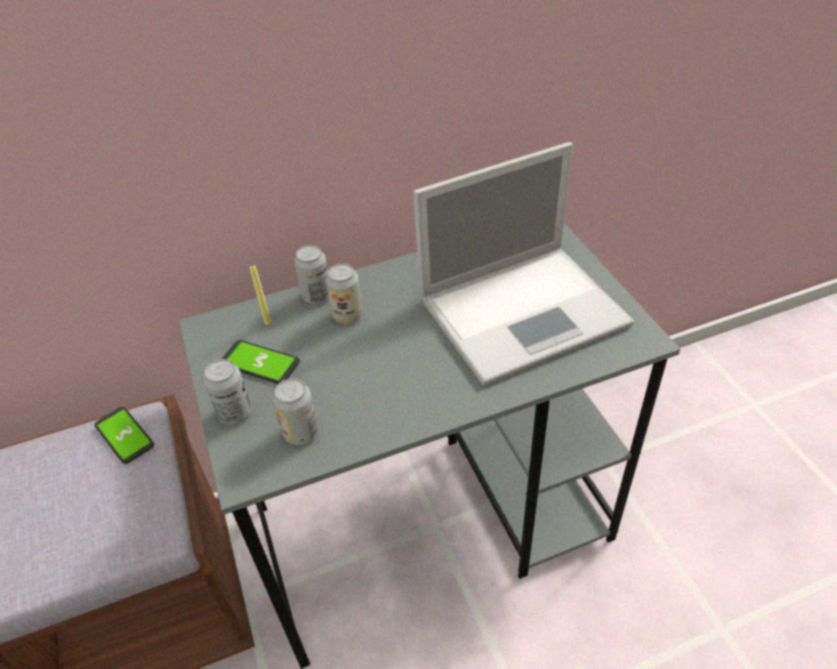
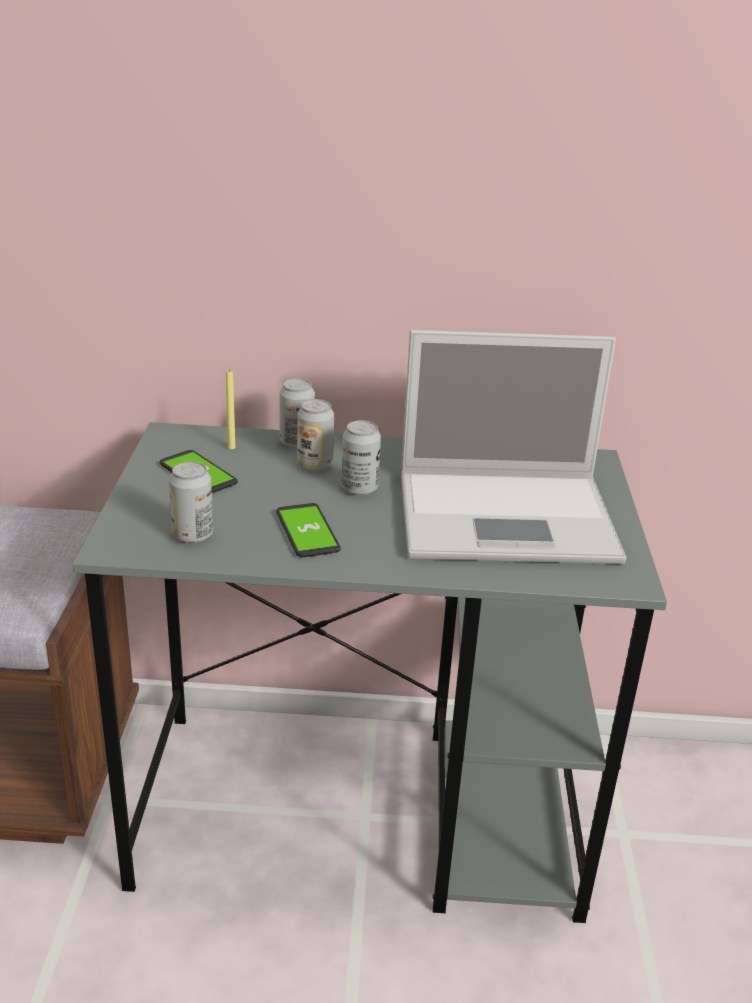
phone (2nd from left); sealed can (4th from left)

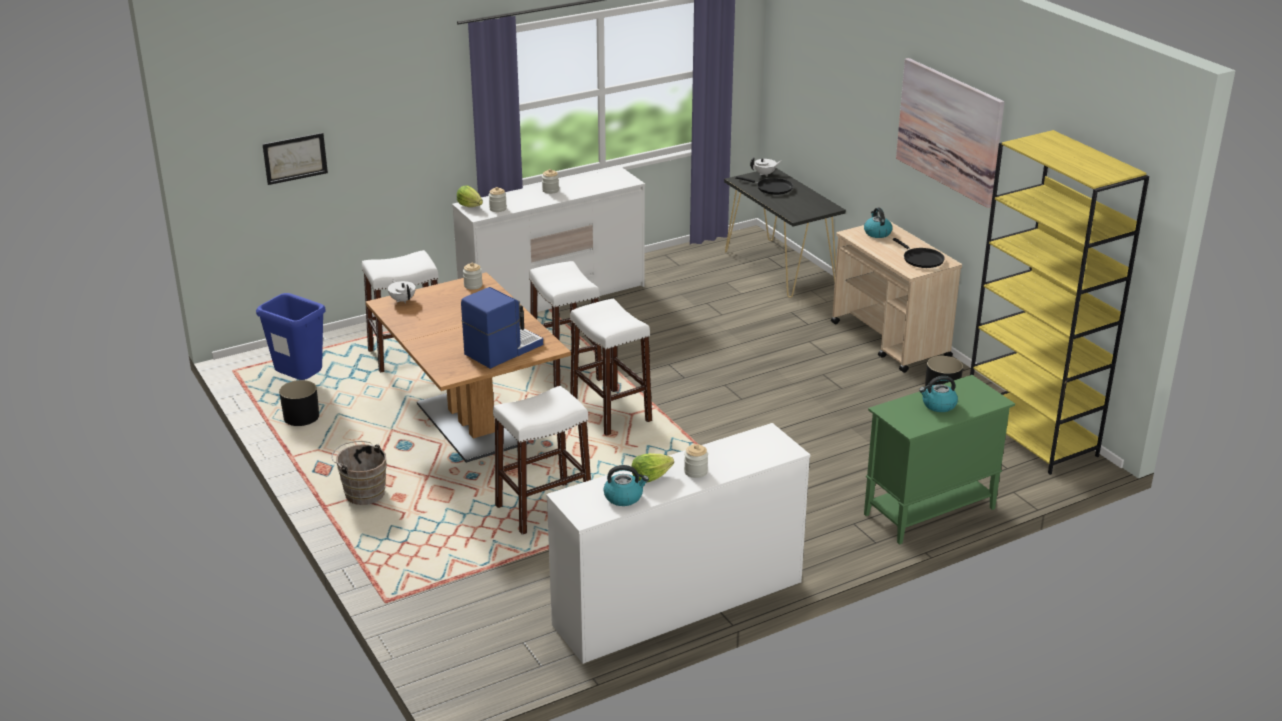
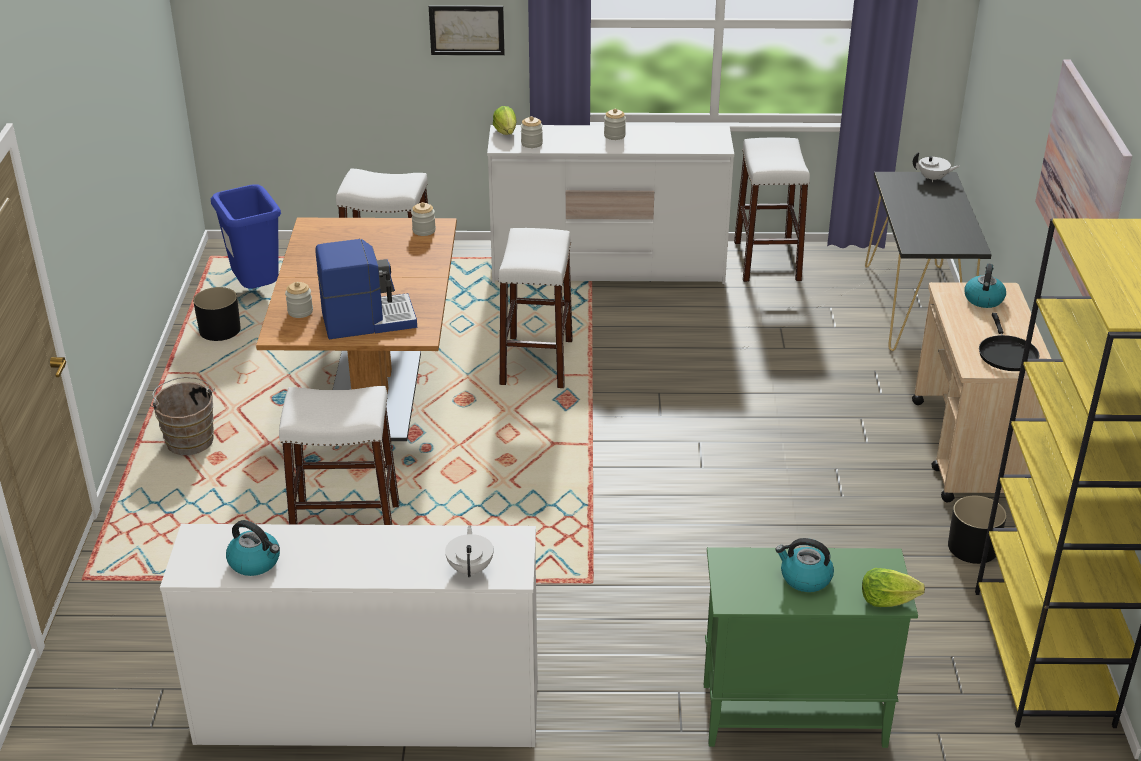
wall picture (1st from left); white pot for tea (1st from left); white sitting stool (4th from left); head of lettuce (2nd from left); preserve jar (1st from left); black pan (1st from left in the first image)

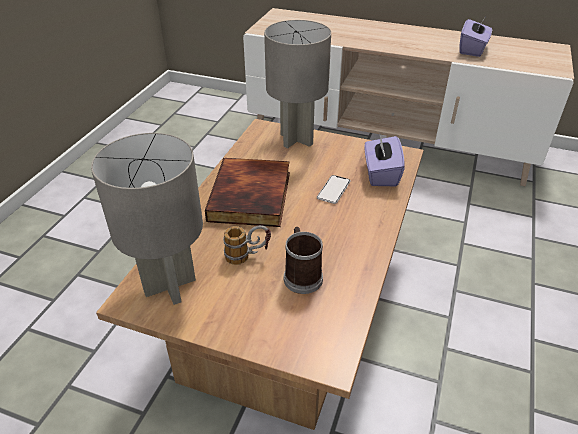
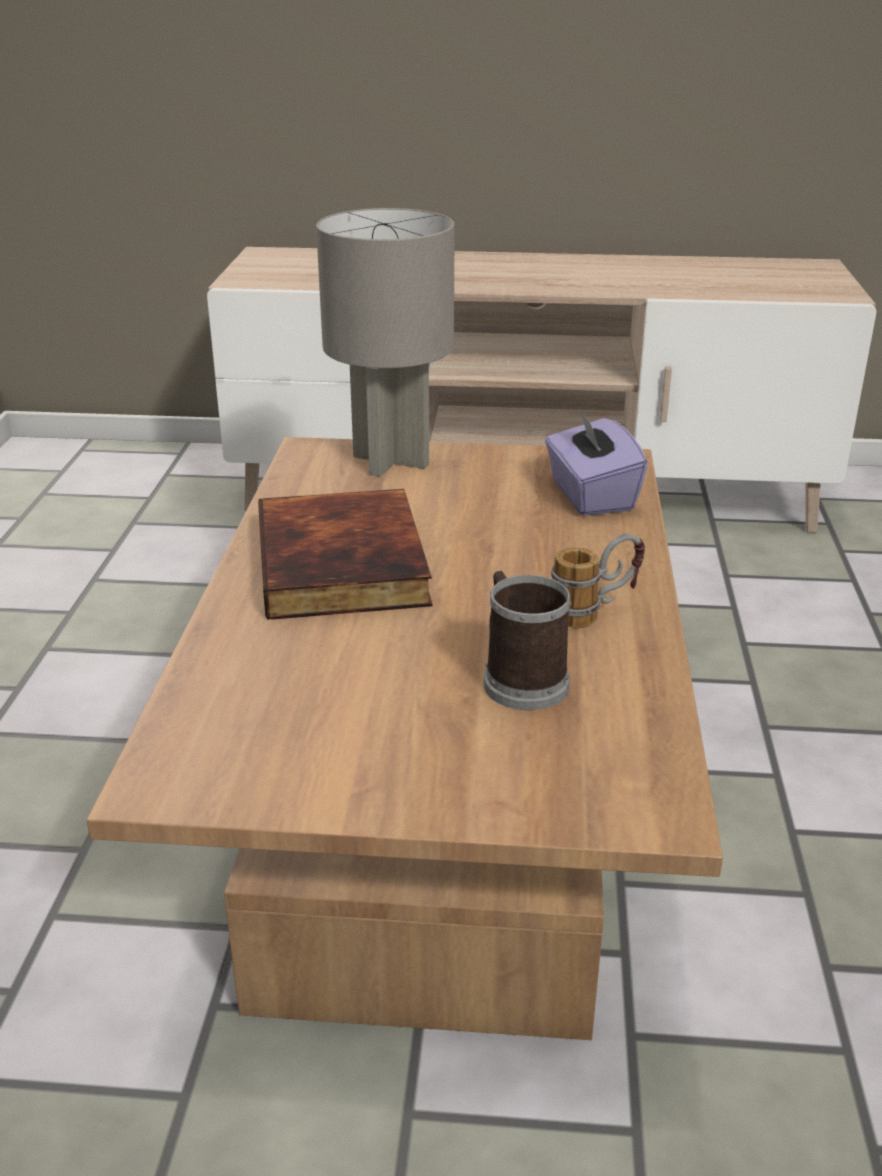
greyish table lamp (1st from left in the first image); mug (2nd from left); phone; purple tissue holder (2nd from left in the first image)

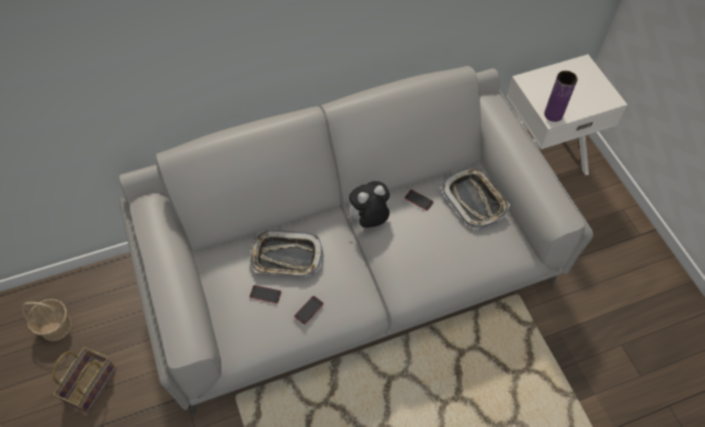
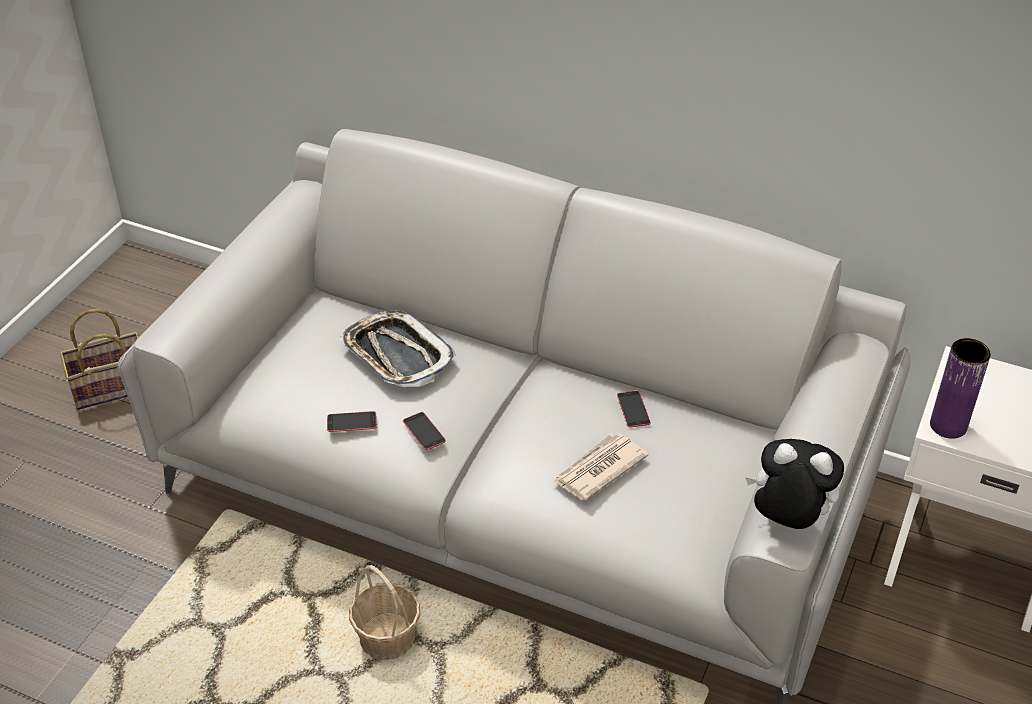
storage basket (2nd from left); phone (2nd from left); plush toy; serving tray (2nd from left in the first image); daily paper

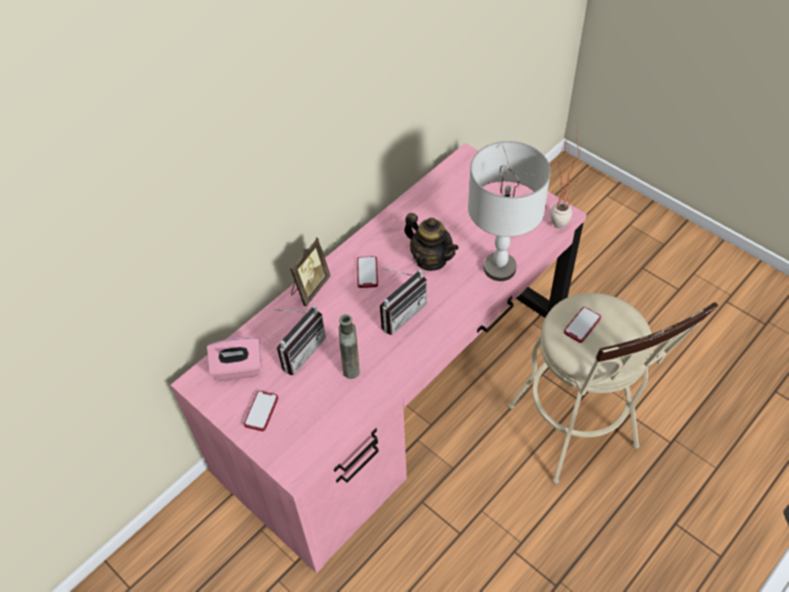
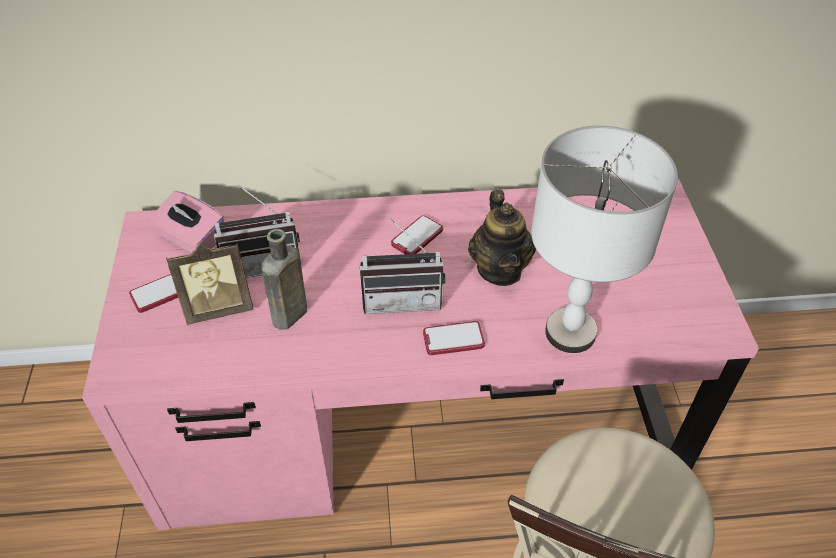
picture frame; houseplant; phone (3rd from left)

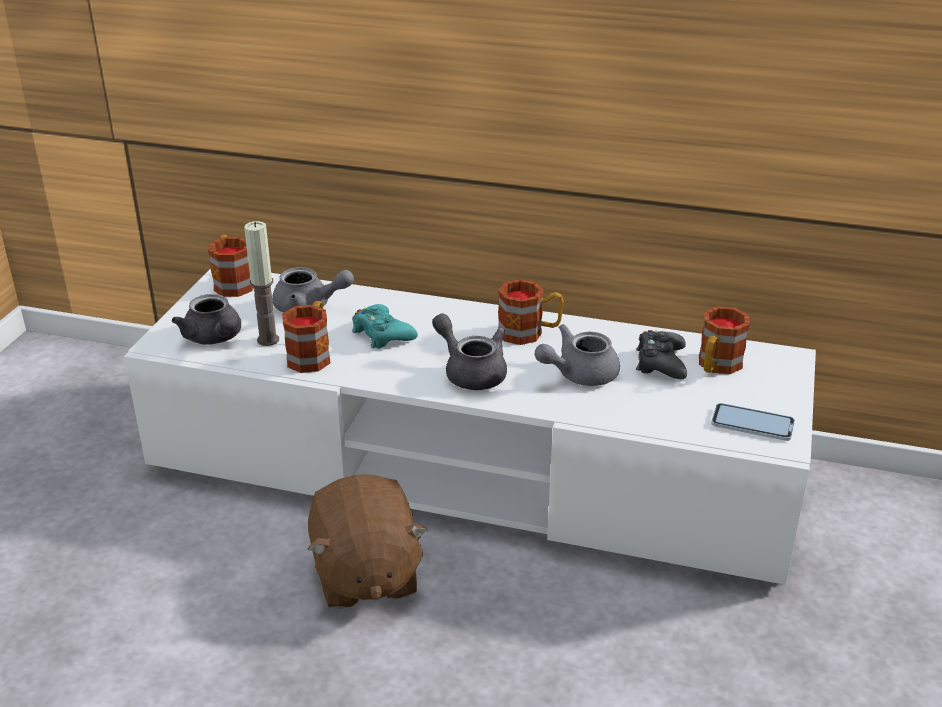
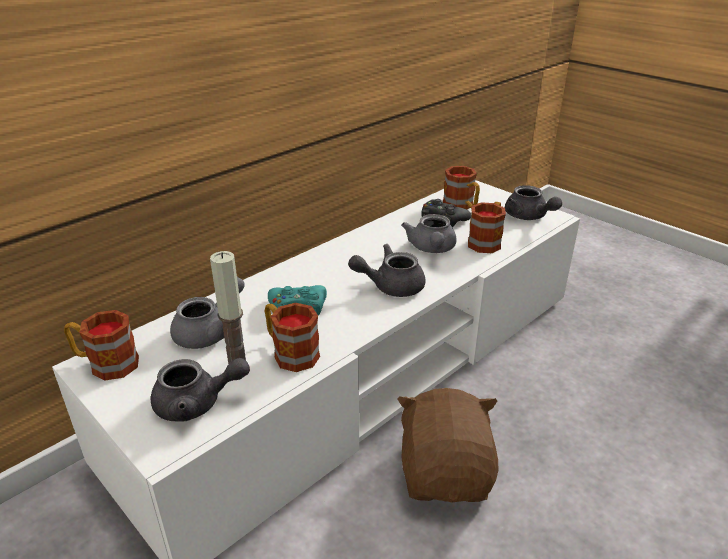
brown-coloured plush toy; mug (4th from left); greyish pot for tea (5th from left)

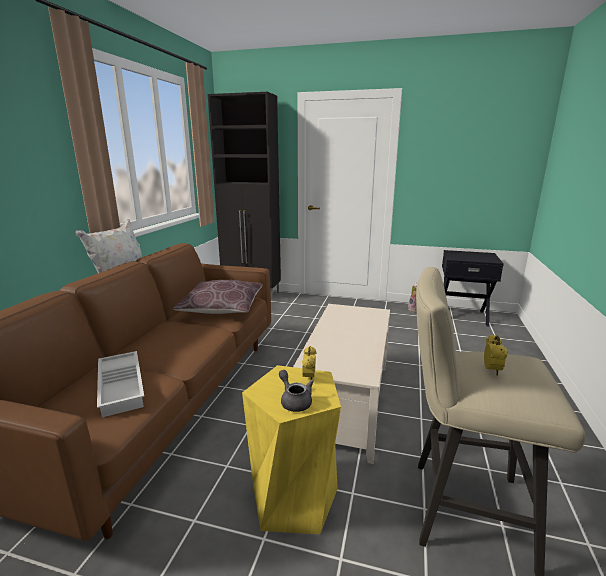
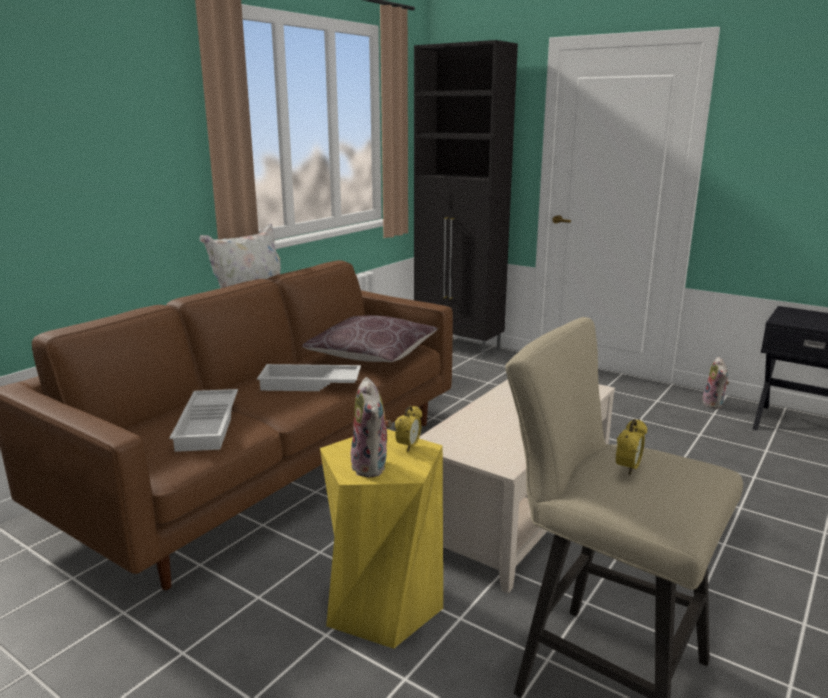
plush toy (1st from left); white serving tray (2nd from left)

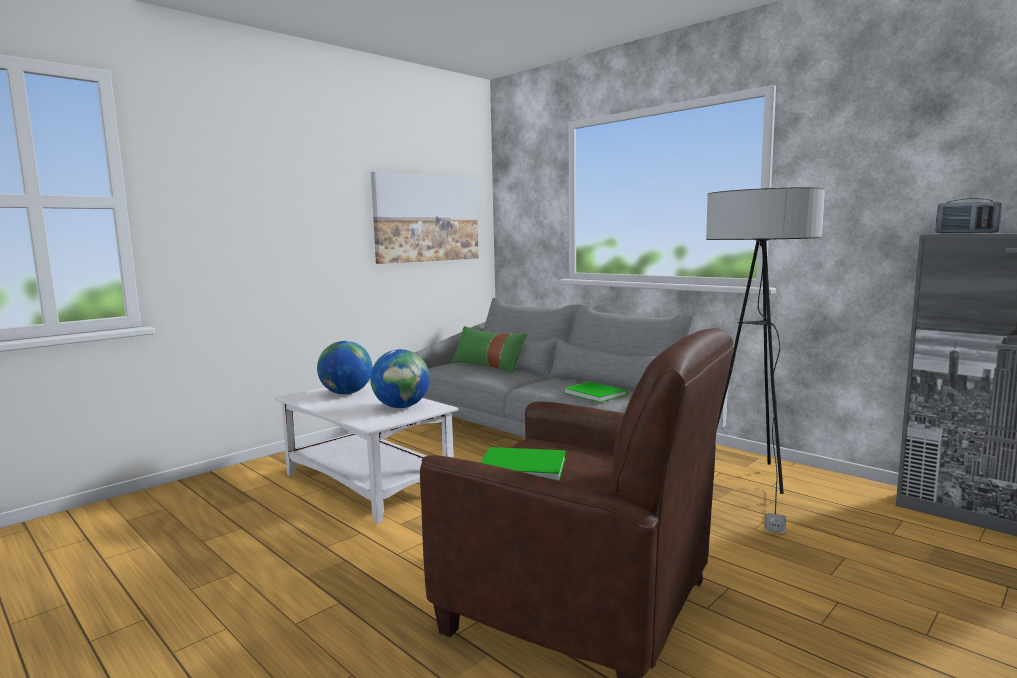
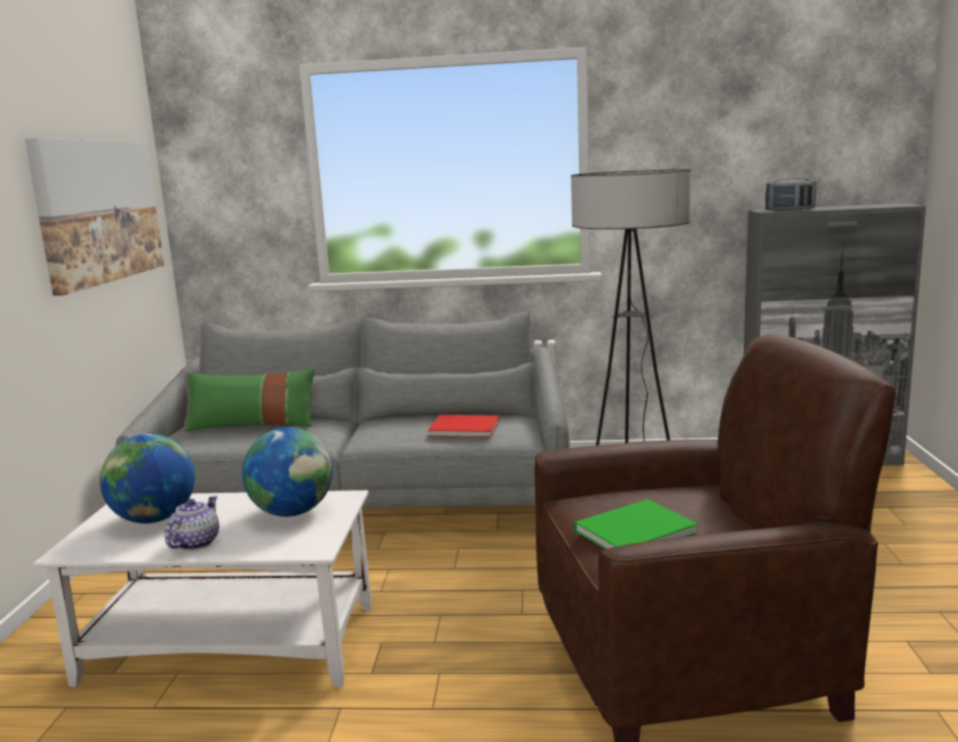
reddish volume; pot for tea

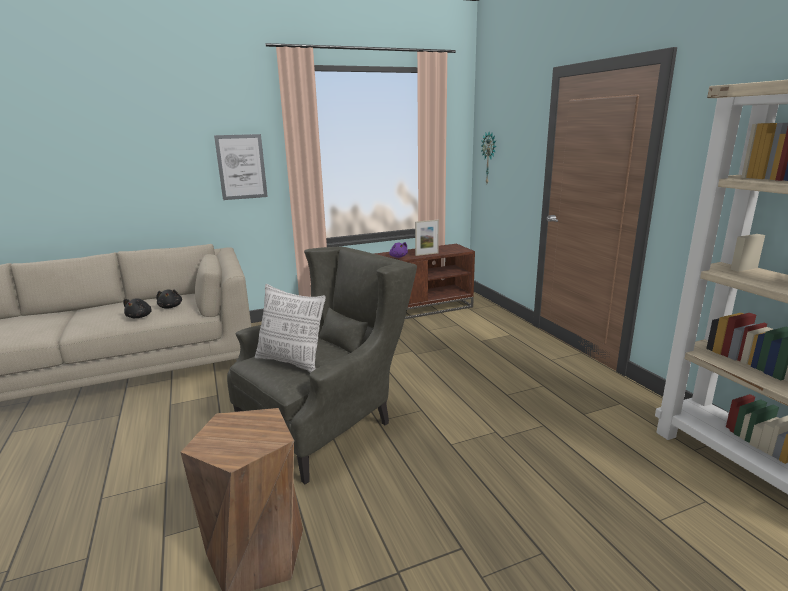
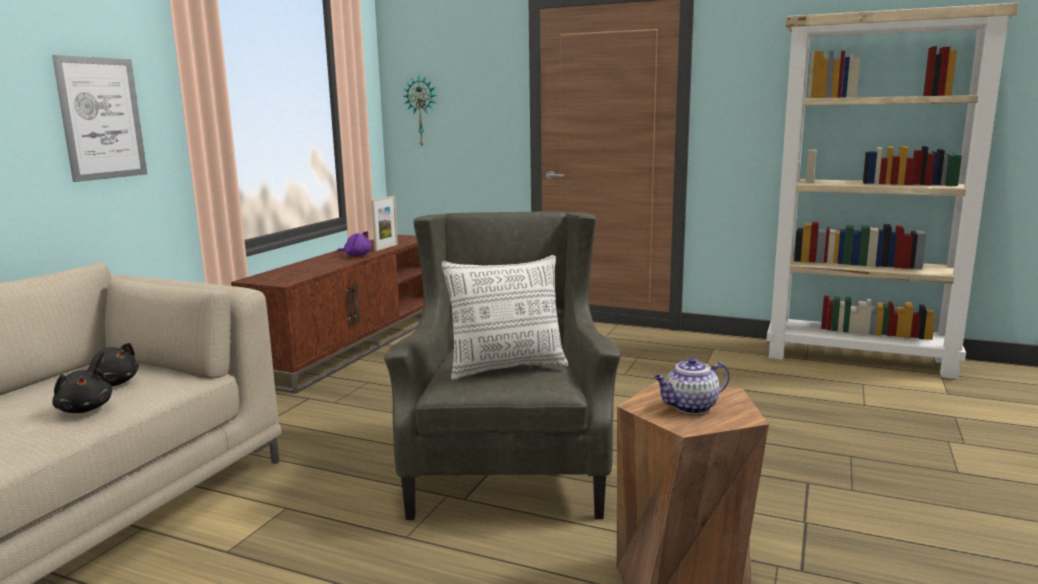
pot for tea

